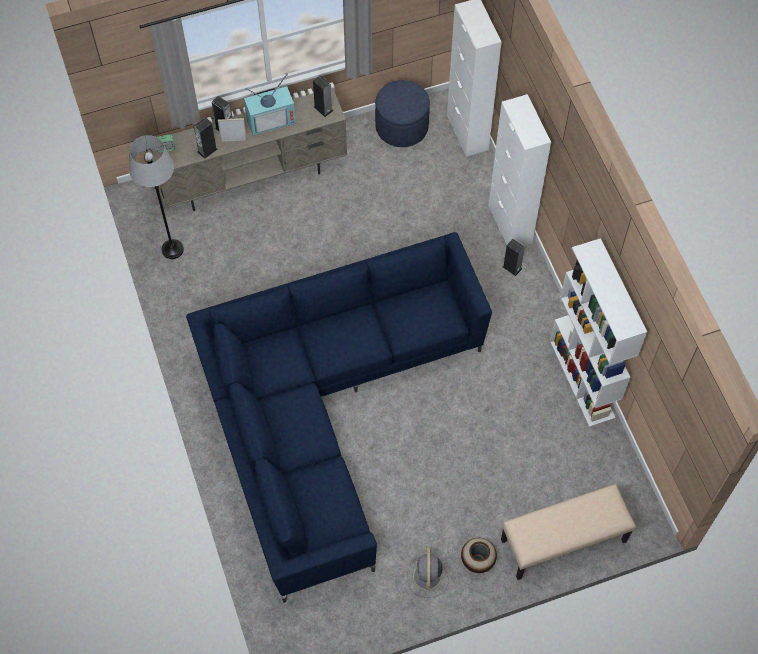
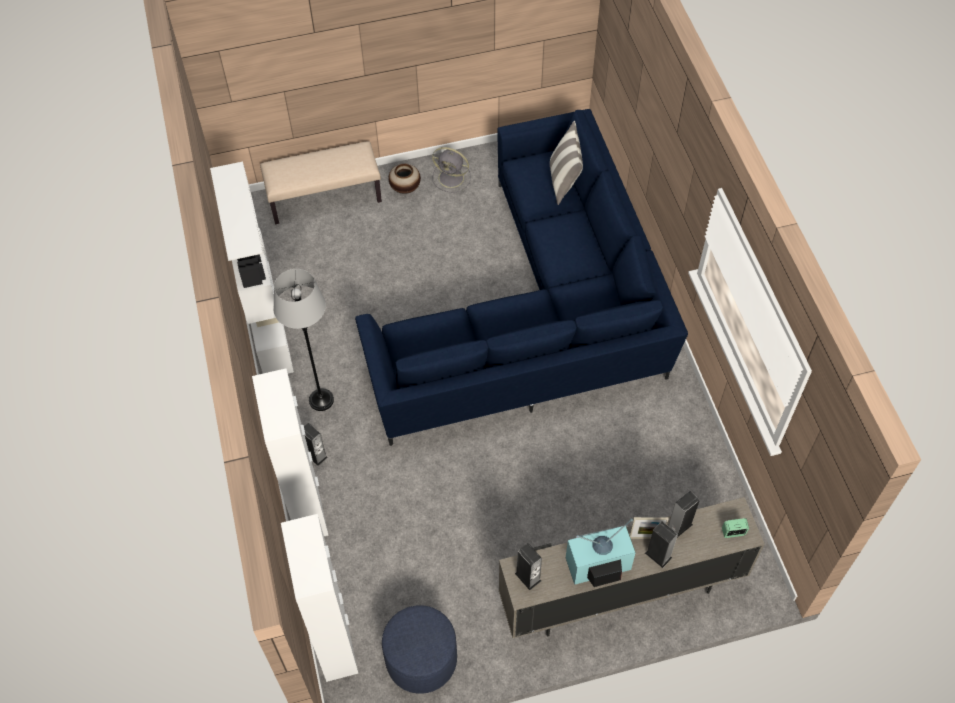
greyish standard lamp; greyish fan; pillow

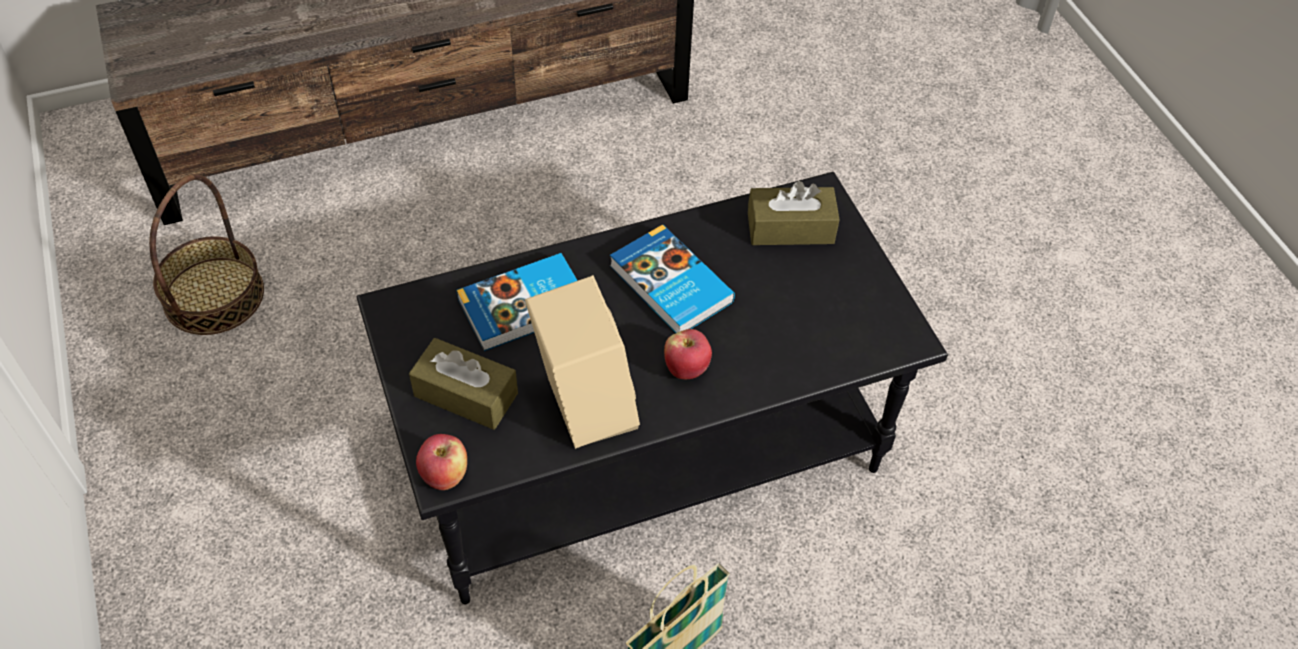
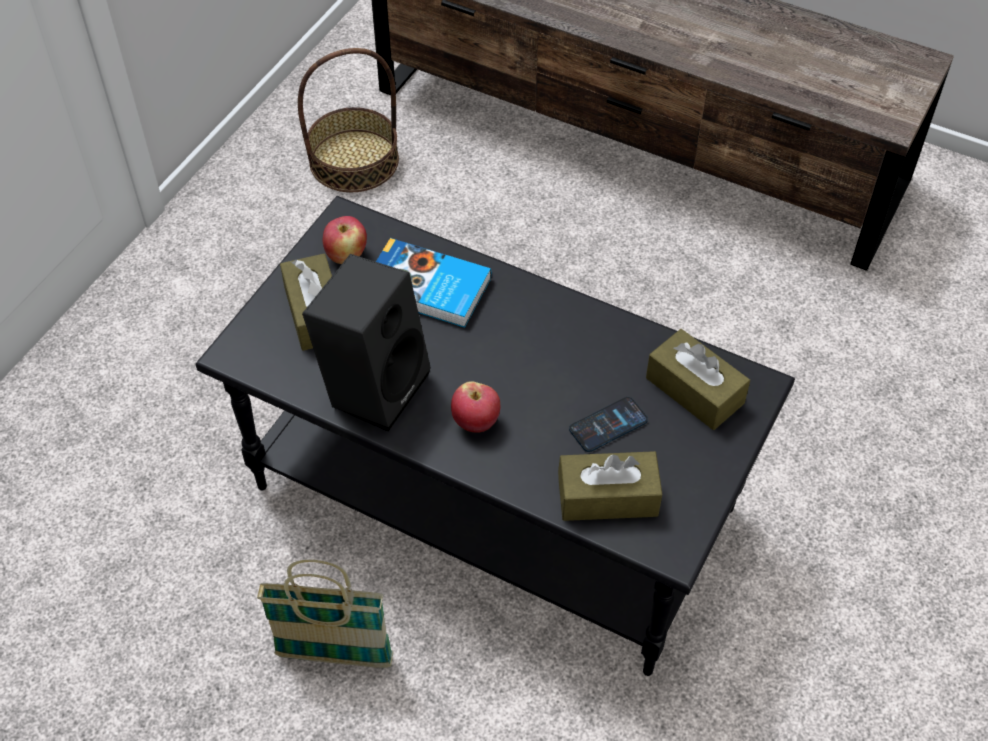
whole apple (1st from left); black loudspeaker; volume (2nd from left in the first image); brown-coloured tissue holder (2nd from left); phone

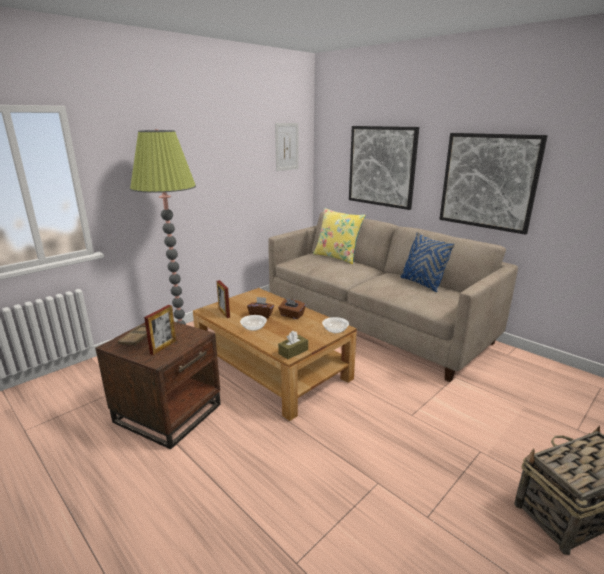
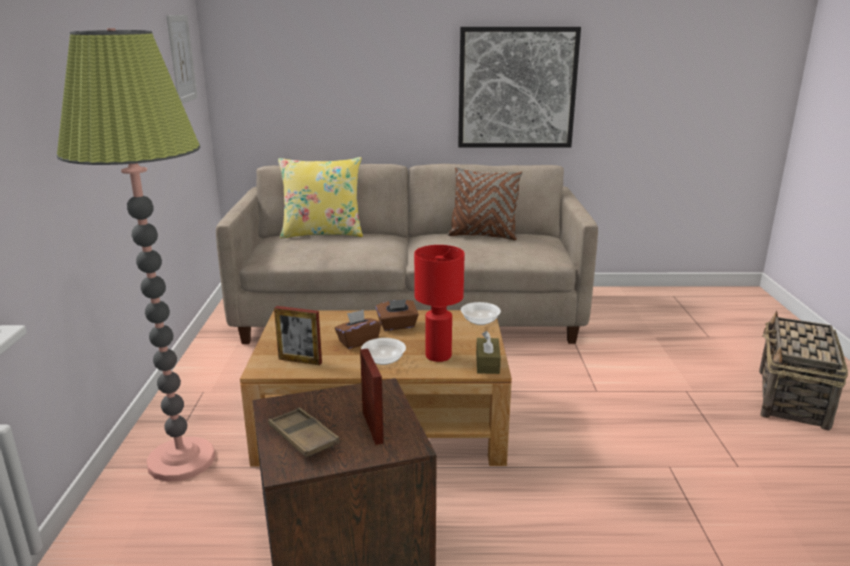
wall picture (2nd from left in the first image); brown-coloured pillow; reddish table lamp

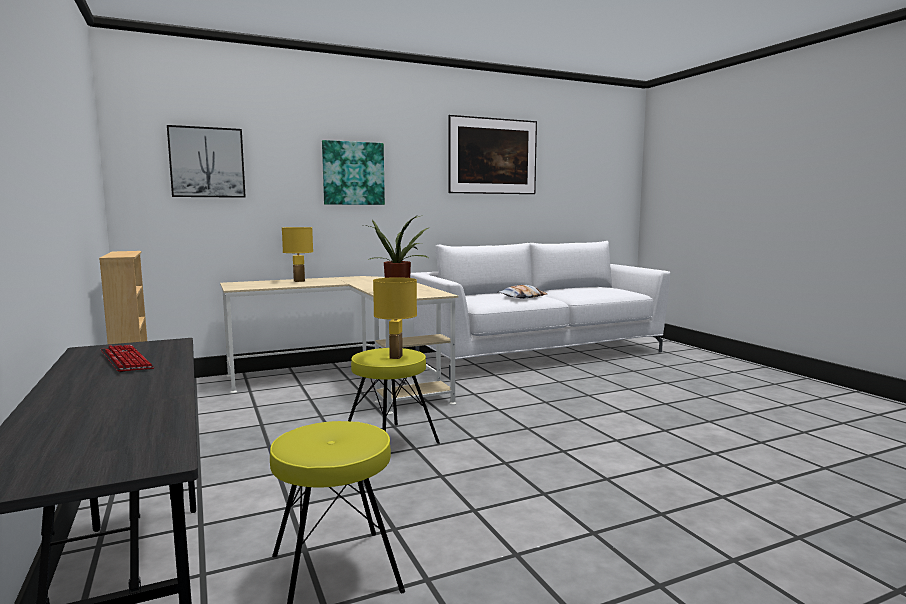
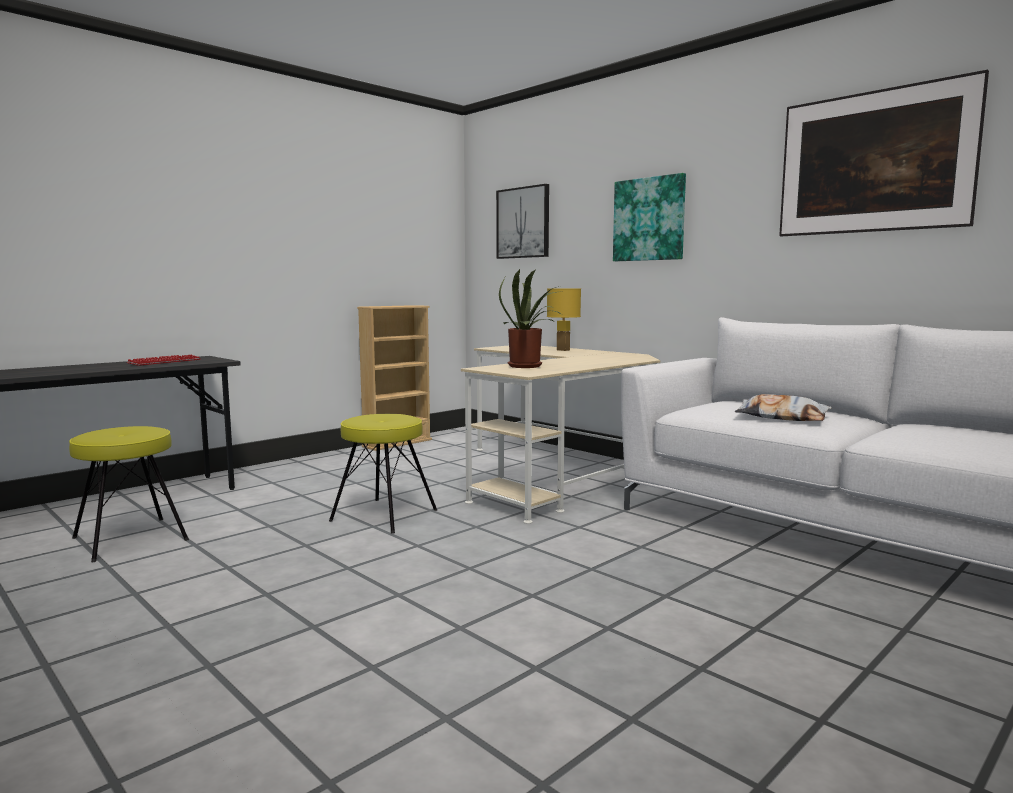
yellow-coloured table lamp (2nd from left in the first image)

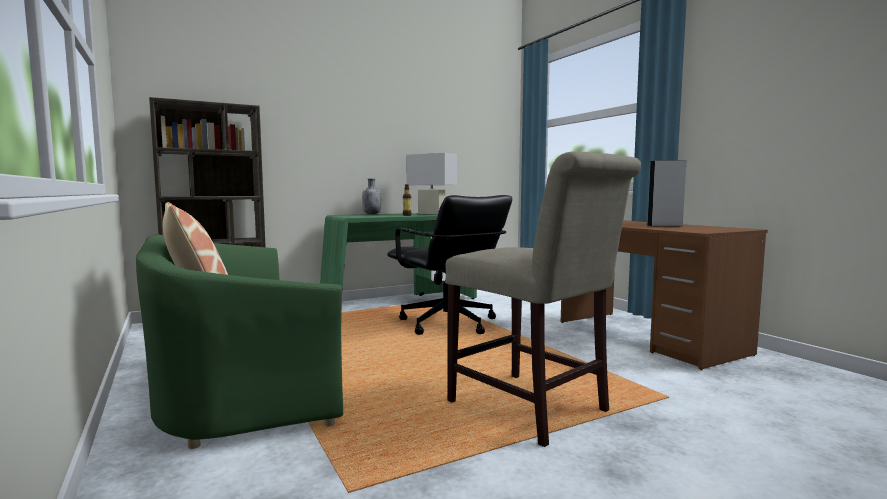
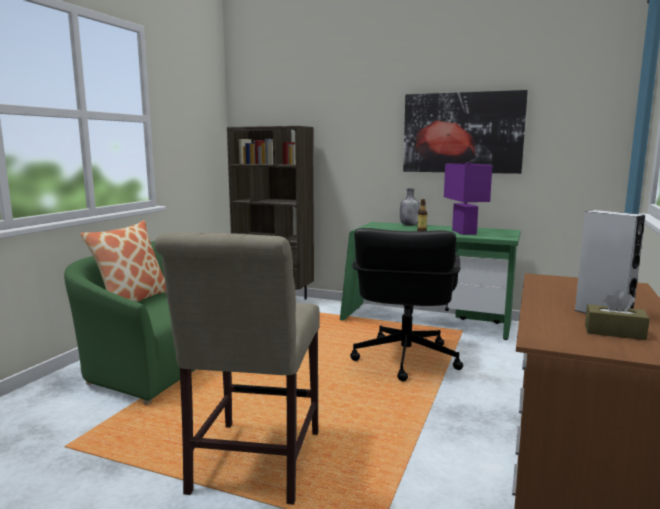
purple table lamp; wall picture; brown-coloured tissue holder

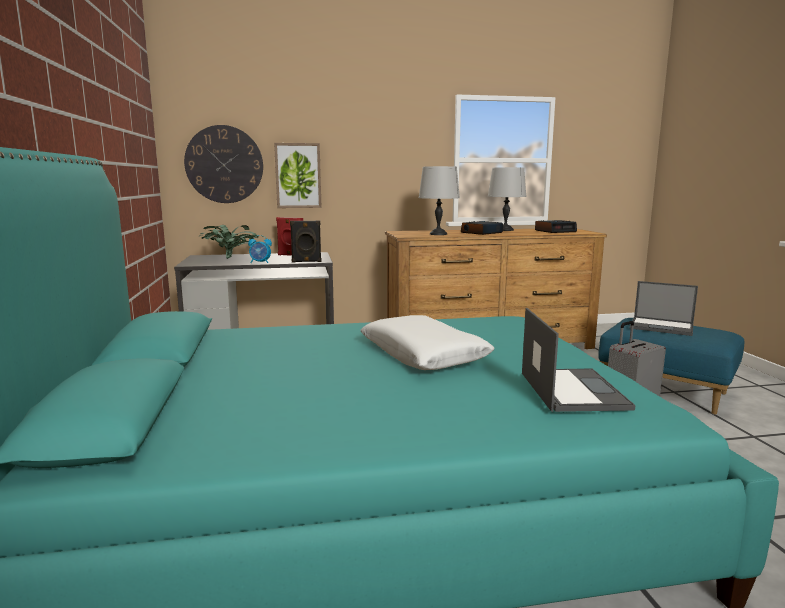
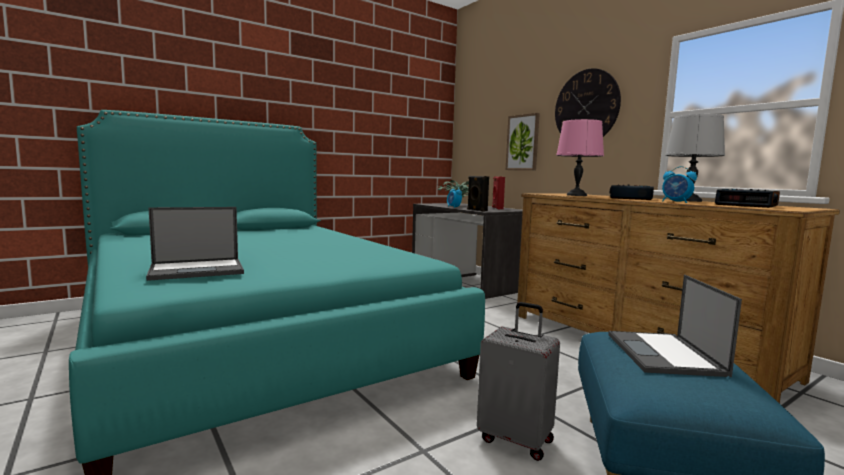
wall clock; white pillow; pinkish table lamp; bedside clock (3rd from left)

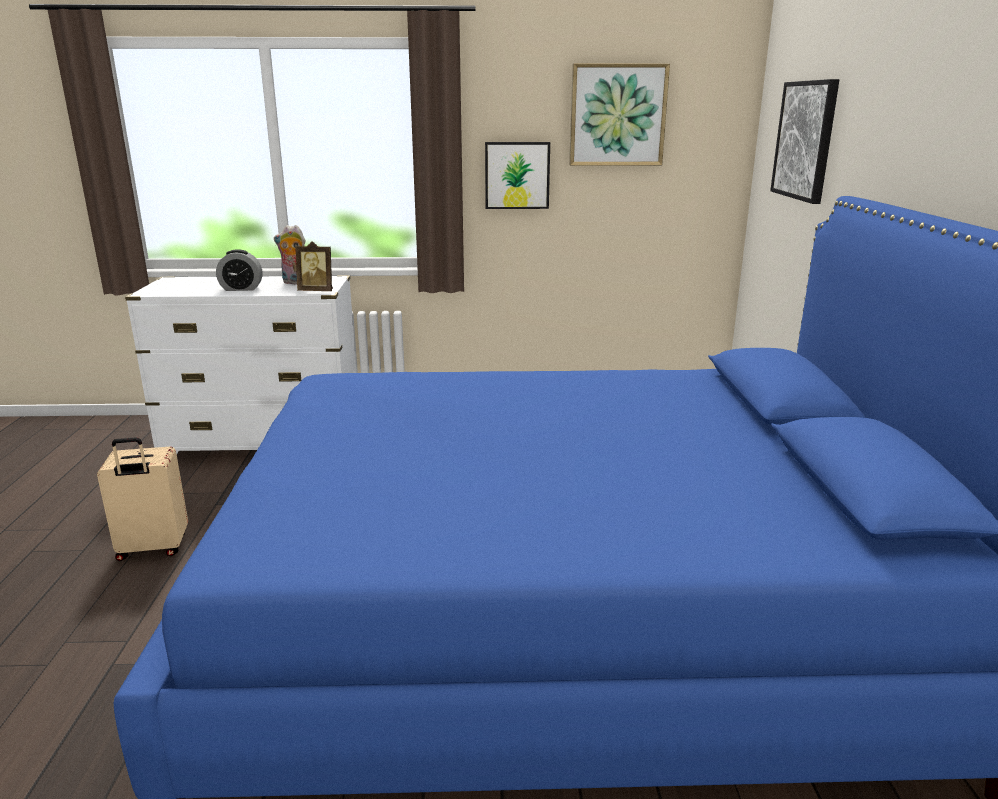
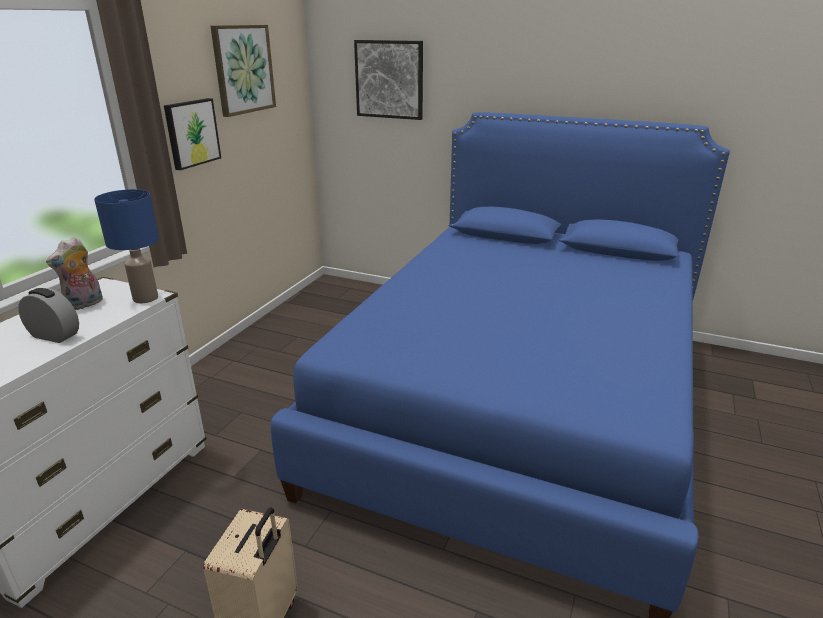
bedside clock; blue-coloured table lamp

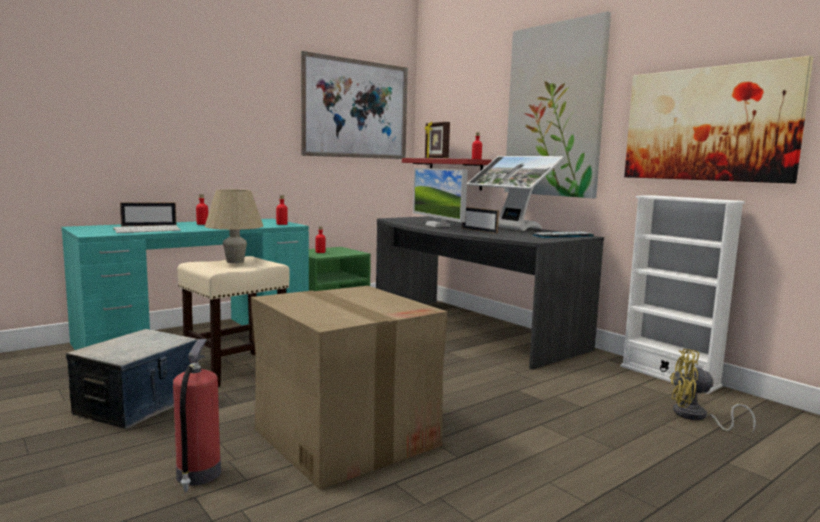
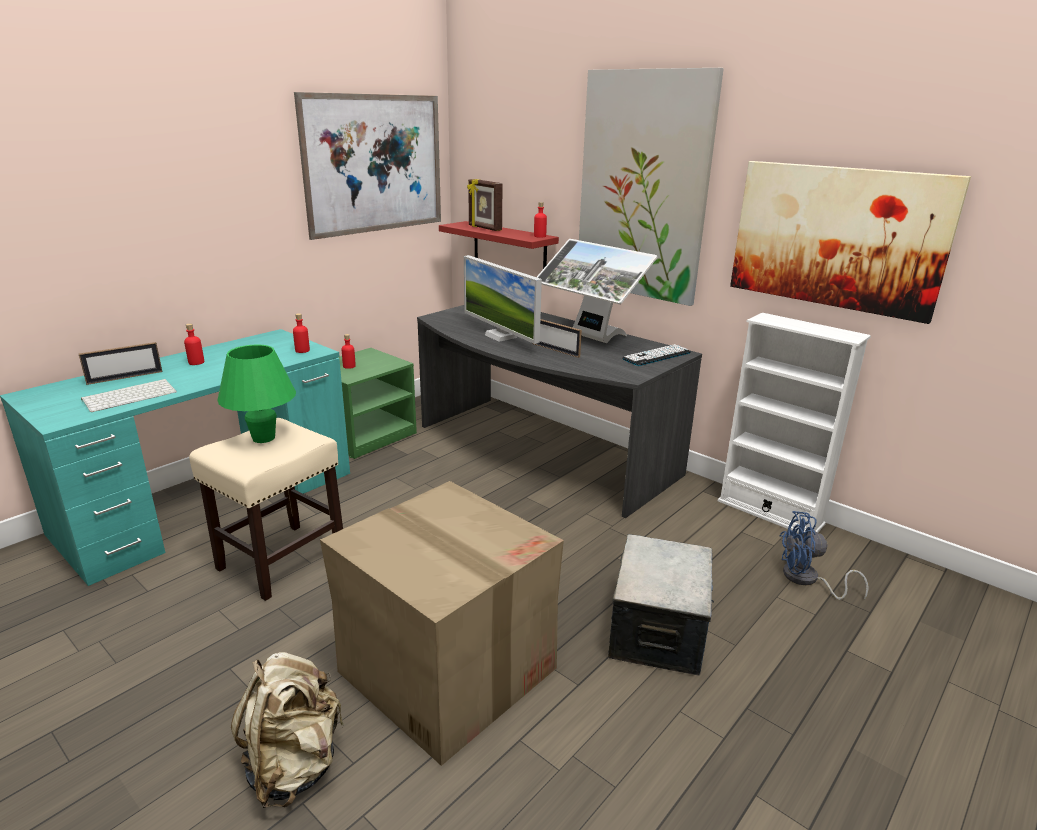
storage box; beige knapsack; green table lamp; blue-coloured fan

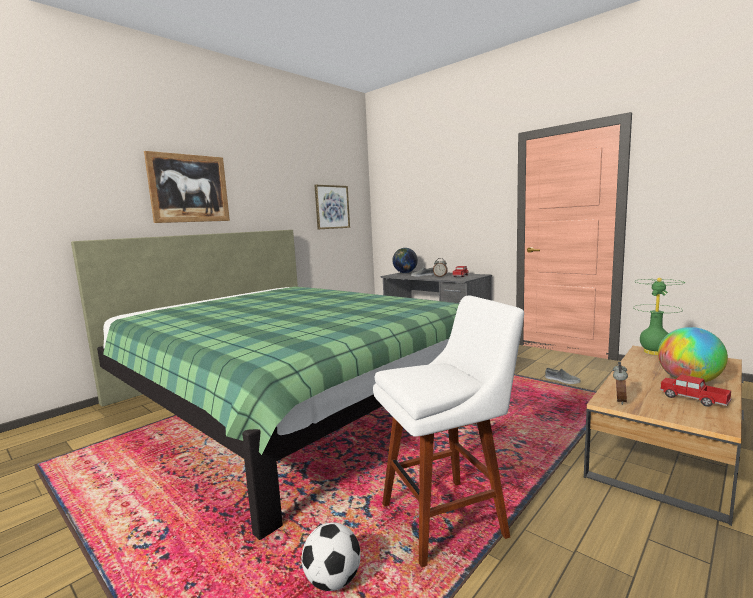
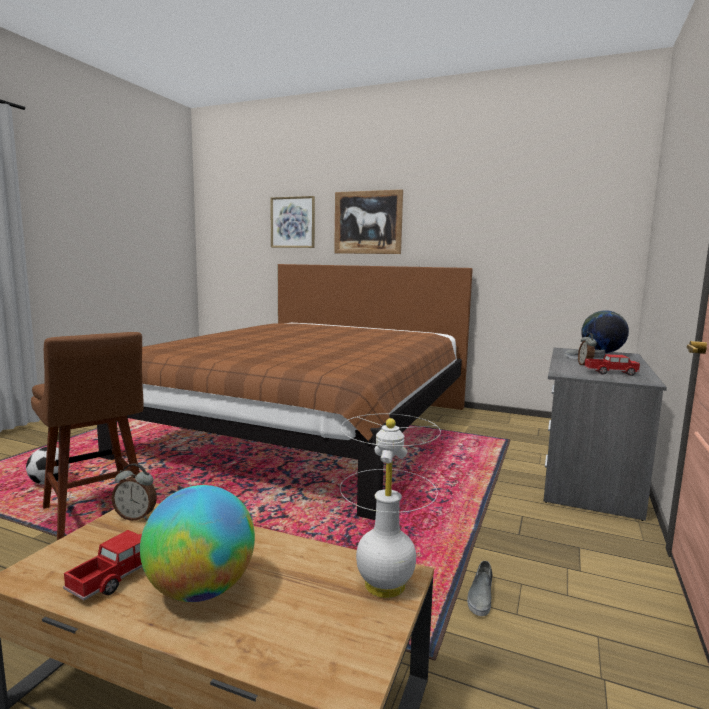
brown-coloured bed; wall picture (1st from left); brown-coloured sitting stool; white table lamp

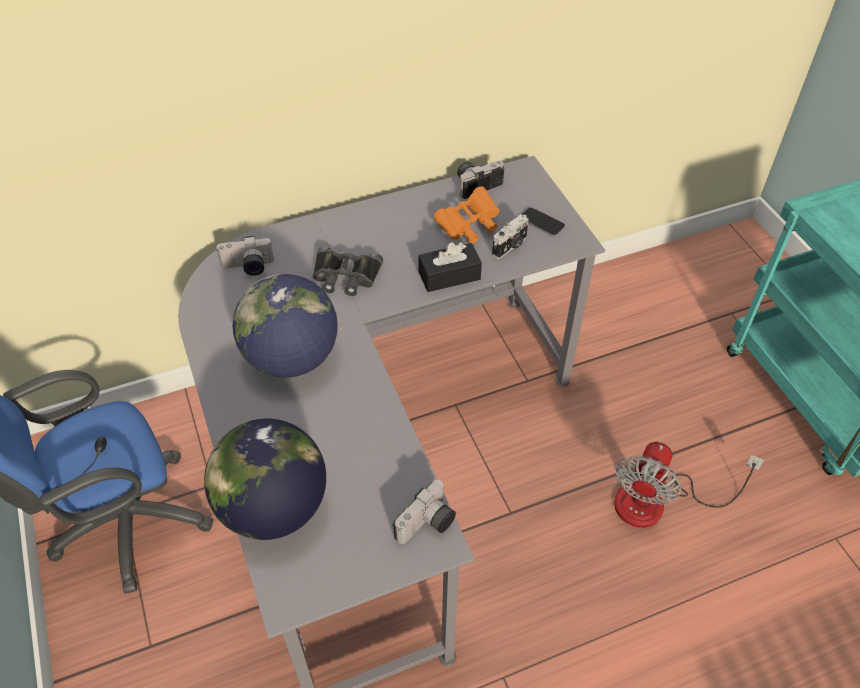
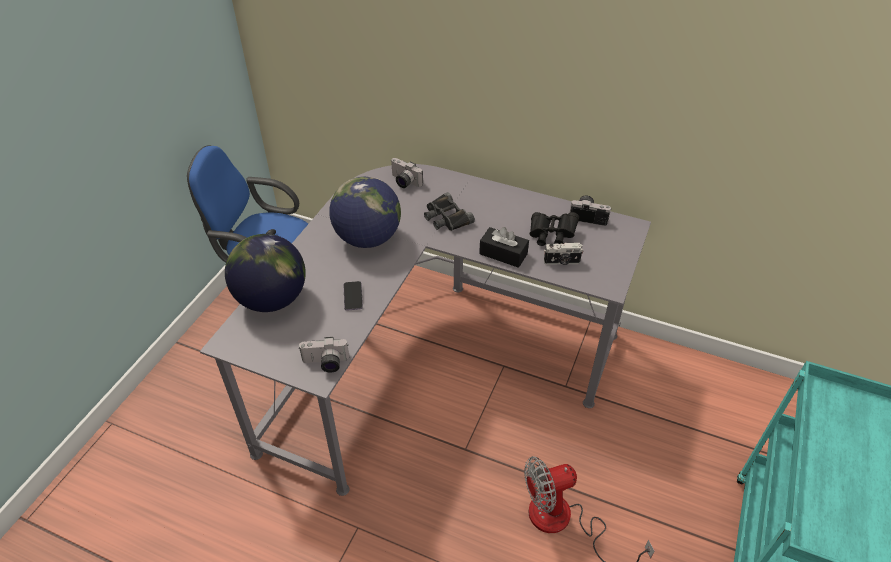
black field glasses (2nd from left); phone

